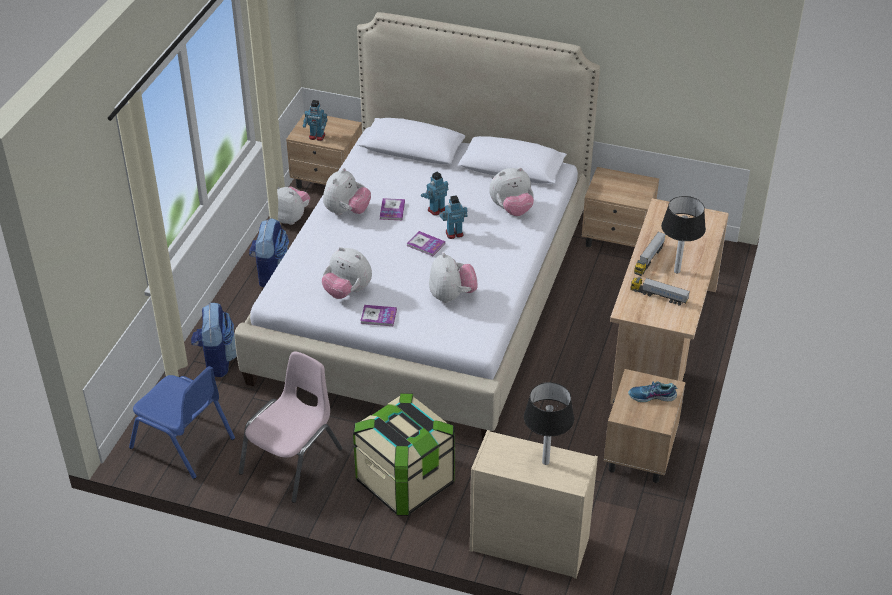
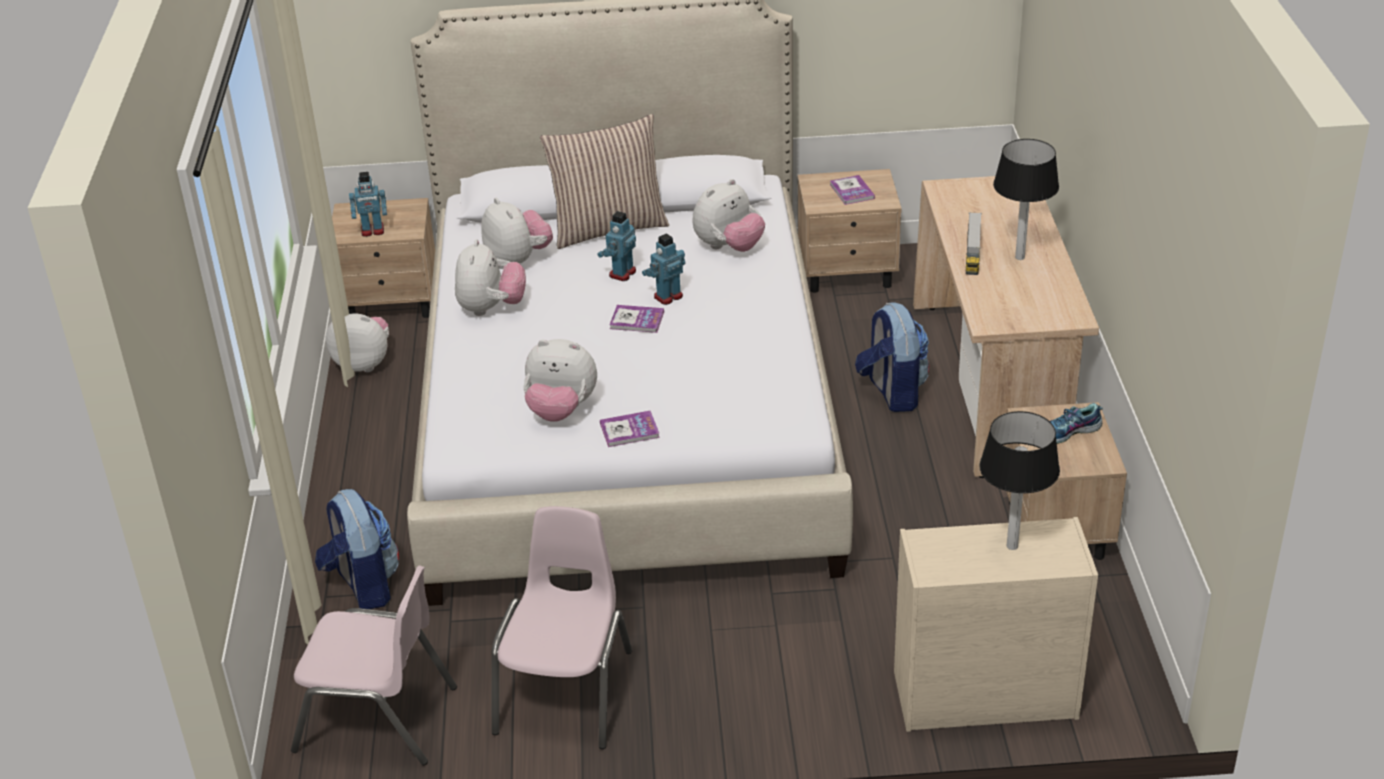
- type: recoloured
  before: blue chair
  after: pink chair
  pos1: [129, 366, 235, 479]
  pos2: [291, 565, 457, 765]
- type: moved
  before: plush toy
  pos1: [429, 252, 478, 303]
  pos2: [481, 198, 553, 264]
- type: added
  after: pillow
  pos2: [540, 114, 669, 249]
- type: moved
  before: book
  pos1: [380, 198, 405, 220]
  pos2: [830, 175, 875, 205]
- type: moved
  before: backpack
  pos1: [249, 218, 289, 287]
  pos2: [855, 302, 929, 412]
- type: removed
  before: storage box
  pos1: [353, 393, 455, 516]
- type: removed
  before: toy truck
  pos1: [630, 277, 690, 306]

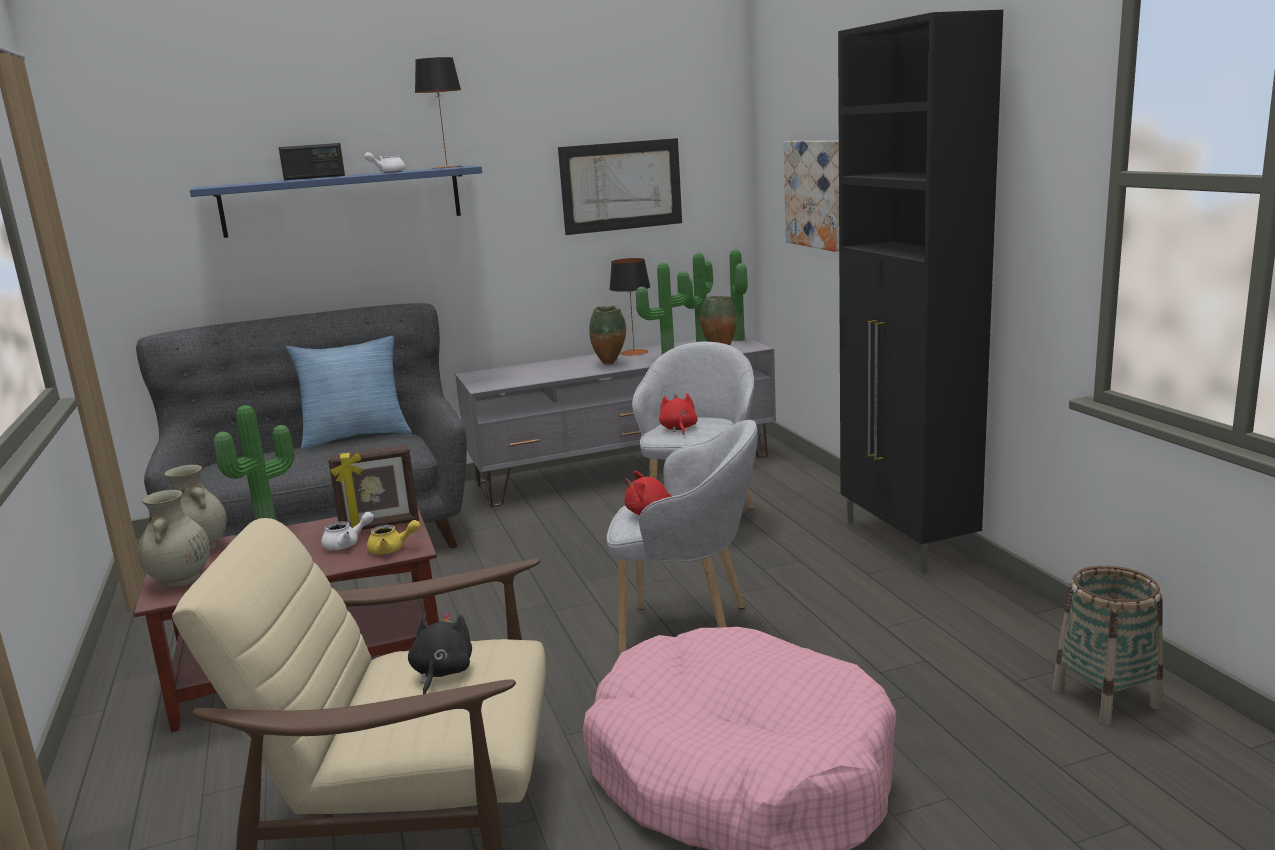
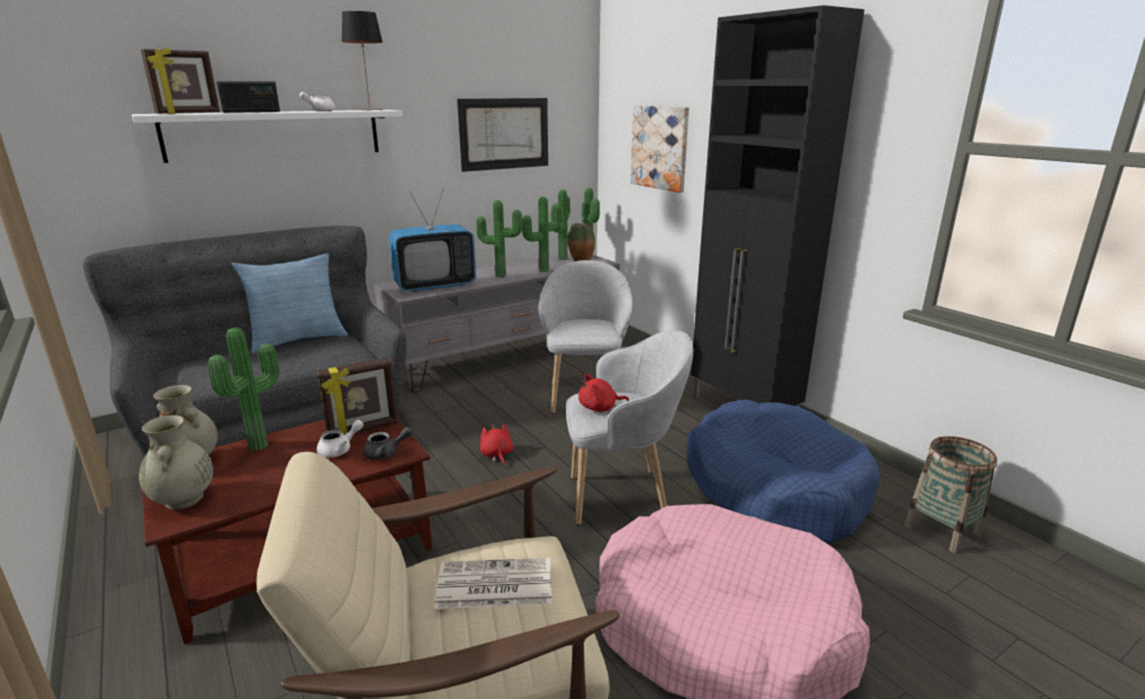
- type: recoloured
  before: blue shelf
  after: white shelf
  pos1: [190, 165, 482, 238]
  pos2: [132, 110, 403, 163]
- type: added
  after: picture frame
  pos2: [141, 47, 220, 114]
- type: recoloured
  before: yellow teapot
  after: grey teapot
  pos1: [367, 520, 420, 554]
  pos2: [363, 427, 413, 460]
- type: added
  after: television
  pos2: [388, 188, 476, 292]
- type: replaced
  before: black plush toy
  after: newspaper
  pos1: [408, 611, 472, 694]
  pos2: [434, 558, 552, 609]
- type: replaced
  before: vase
  after: potted plant
  pos1: [589, 306, 626, 365]
  pos2: [476, 200, 523, 278]
- type: moved
  before: red plush toy
  pos1: [659, 393, 698, 435]
  pos2: [480, 424, 513, 466]
- type: added
  after: blue dog bed
  pos2: [687, 400, 881, 544]
- type: removed
  before: table lamp
  pos1: [609, 258, 650, 356]

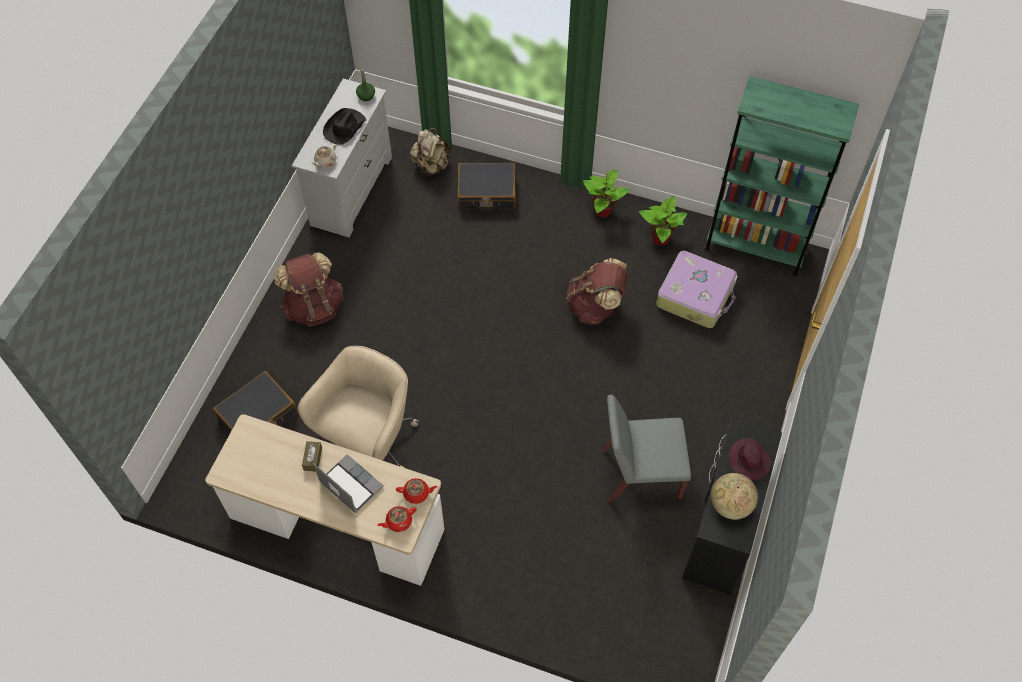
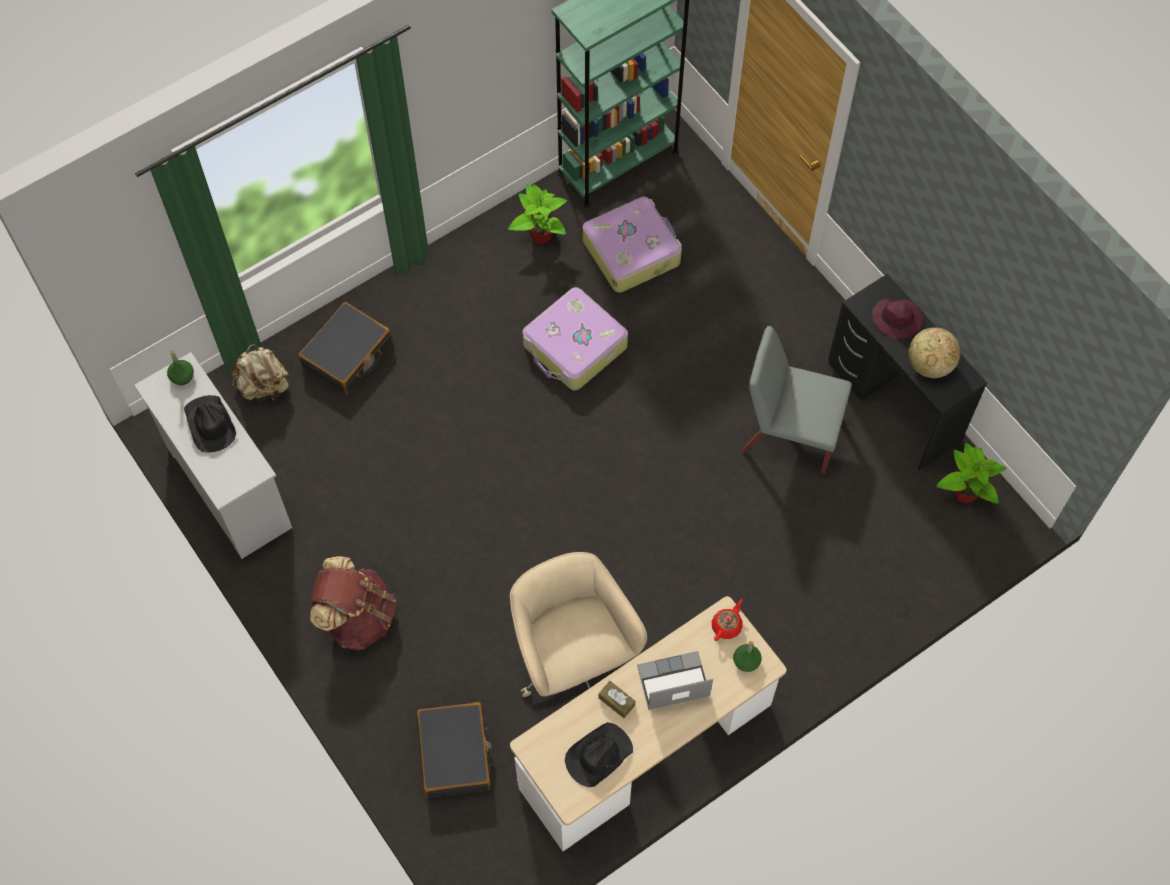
- type: replaced
  before: brown backpack
  after: suitcase
  pos1: [566, 258, 628, 325]
  pos2: [522, 287, 628, 391]
- type: added
  after: black hat
  pos2: [565, 722, 633, 787]
- type: replaced
  before: red teapot
  after: green bottle
  pos1: [377, 506, 417, 532]
  pos2: [733, 641, 762, 672]
- type: turned
  before: grey chair
  pos1: [603, 394, 691, 503]
  pos2: [741, 326, 852, 474]
  turn: 75
- type: moved
  before: potted plant
  pos1: [583, 169, 630, 218]
  pos2: [936, 443, 1007, 504]
- type: removed
  before: beige teapot
  pos1: [311, 144, 336, 167]

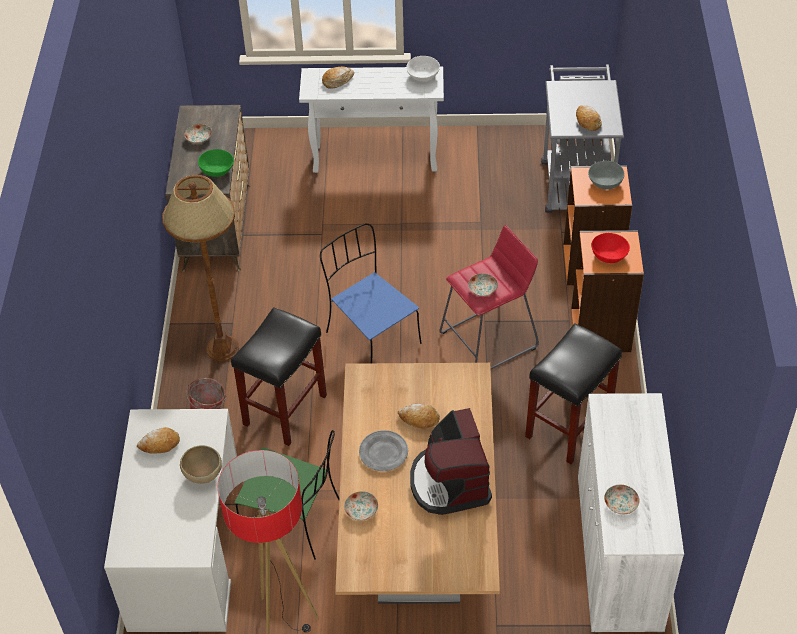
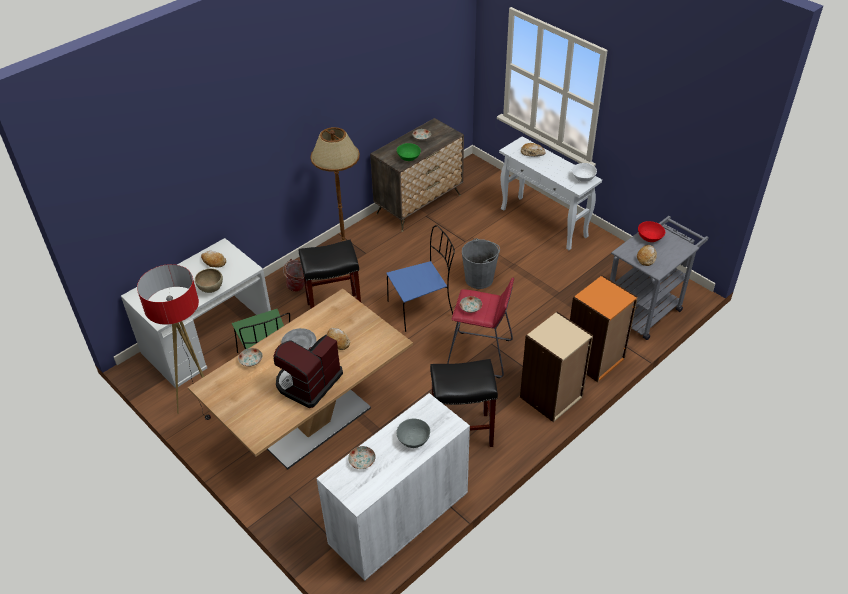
- type: turned
  before: blue chair
  pos1: [320, 223, 422, 363]
  pos2: [386, 225, 455, 332]
  turn: 60
- type: moved
  before: grey bowl
  pos1: [588, 161, 625, 189]
  pos2: [396, 419, 430, 448]
- type: added
  after: grey bucket
  pos2: [462, 238, 500, 289]
- type: recoloured
  before: orange bookcase
  after: beige bookcase
  pos1: [571, 230, 644, 352]
  pos2: [520, 312, 593, 422]
- type: moved
  before: red bowl
  pos1: [592, 233, 630, 263]
  pos2: [638, 221, 665, 242]

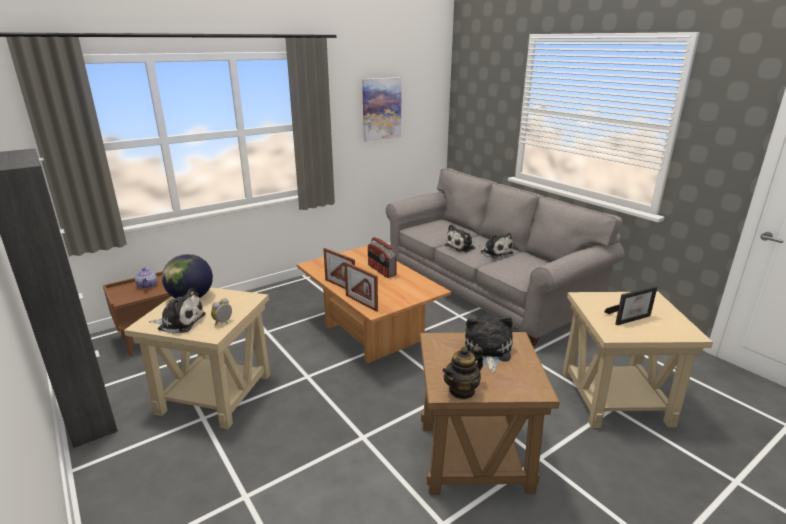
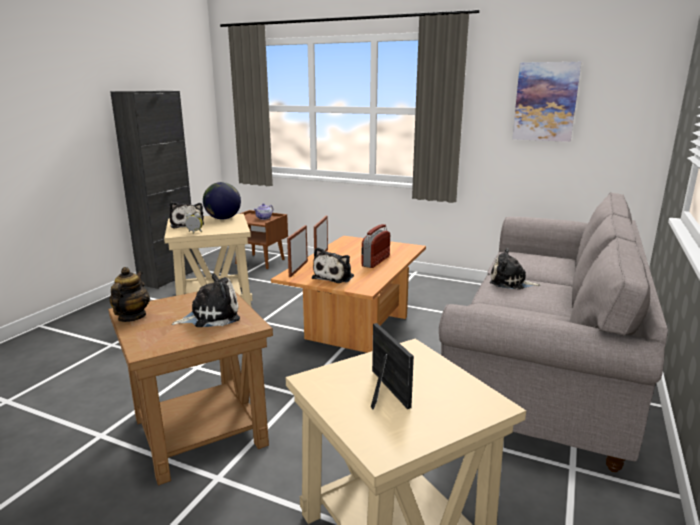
- type: turned
  before: teapot
  pos1: [442, 346, 483, 400]
  pos2: [109, 267, 150, 322]
  turn: 75
- type: moved
  before: plush toy
  pos1: [479, 233, 513, 259]
  pos2: [312, 247, 354, 283]
- type: turned
  before: picture frame
  pos1: [604, 286, 657, 325]
  pos2: [371, 323, 414, 410]
  turn: -150

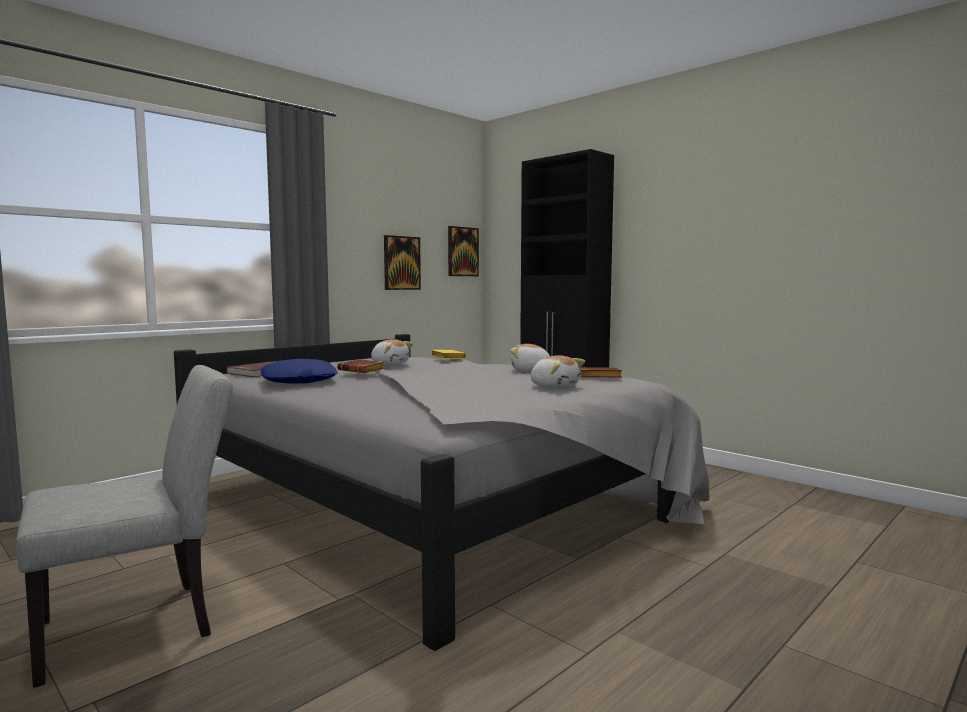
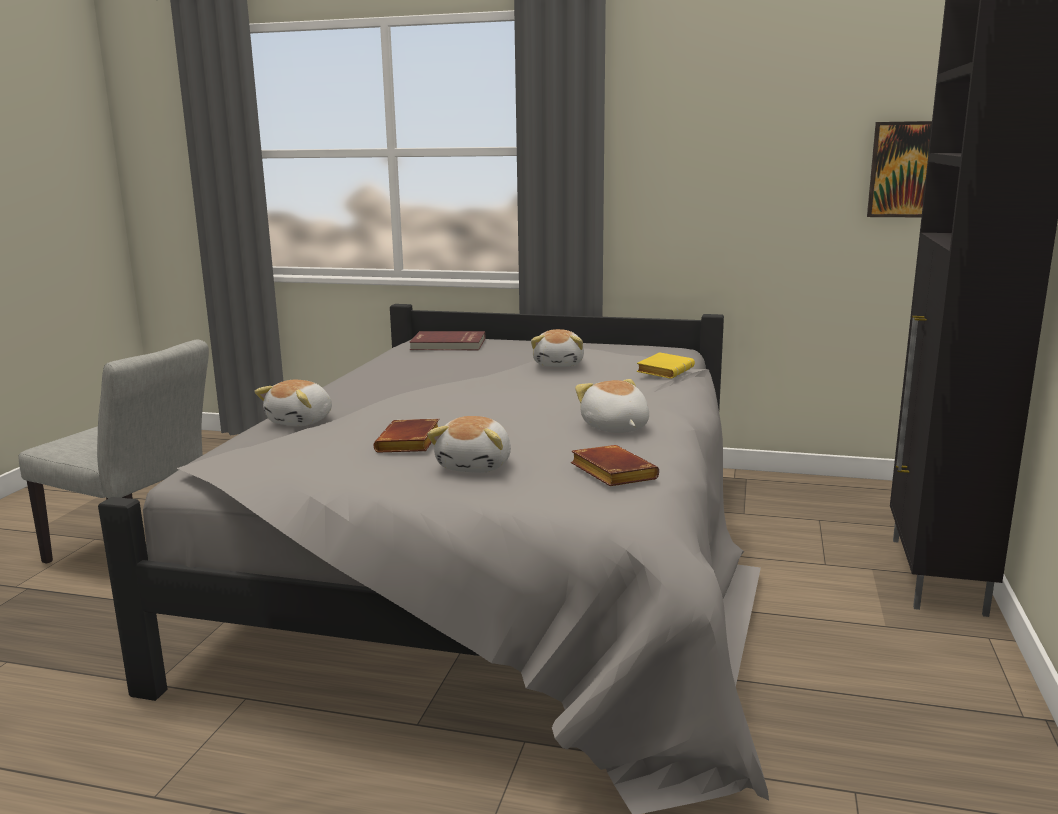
- type: added
  after: plush toy
  pos2: [254, 380, 332, 426]
- type: moved
  before: brown book
  pos1: [337, 359, 384, 373]
  pos2: [374, 419, 439, 453]
- type: removed
  before: blue pillow
  pos1: [261, 359, 338, 384]
- type: removed
  before: picture
  pos1: [384, 235, 421, 290]

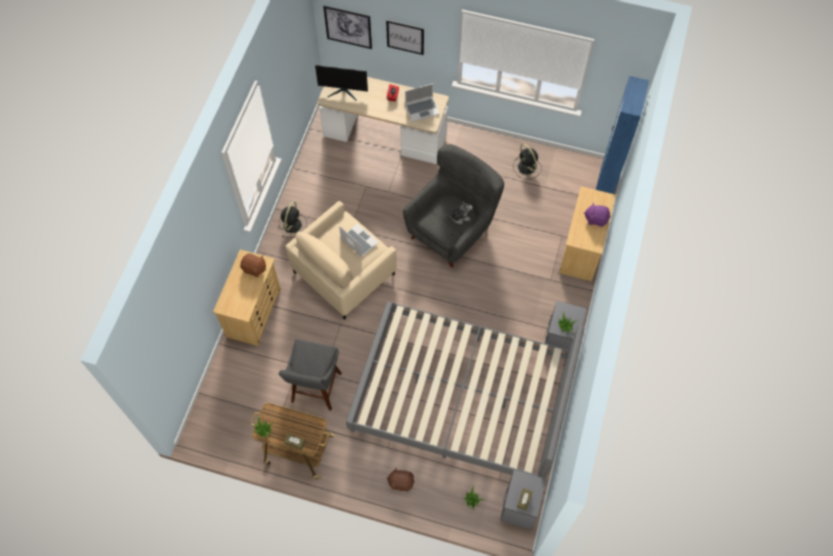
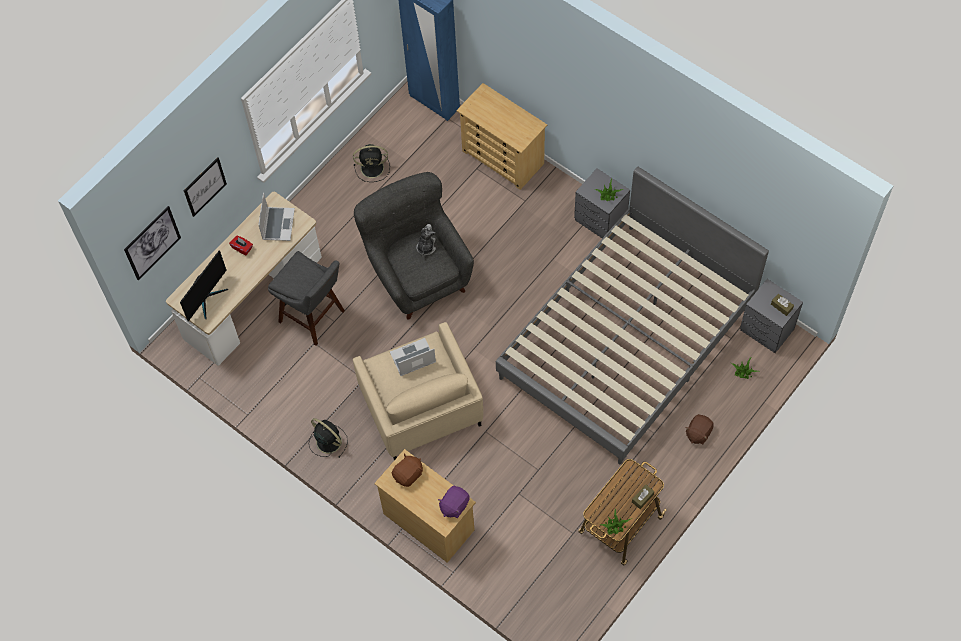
- type: moved
  before: grey stool
  pos1: [279, 339, 342, 411]
  pos2: [268, 251, 345, 346]
- type: moved
  before: purple plush toy
  pos1: [584, 203, 610, 227]
  pos2: [438, 486, 470, 518]

